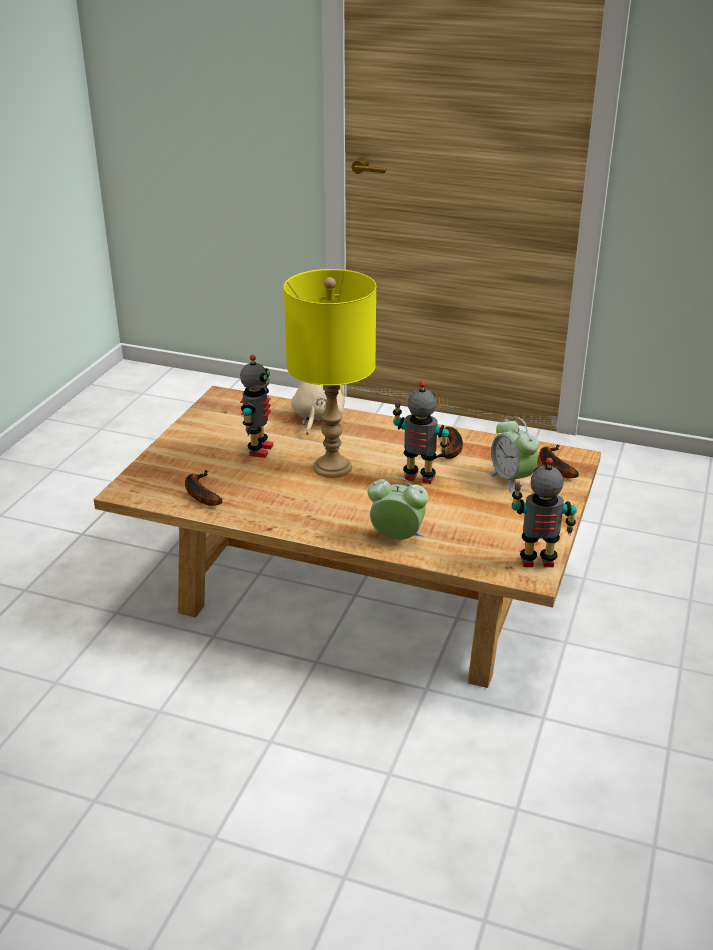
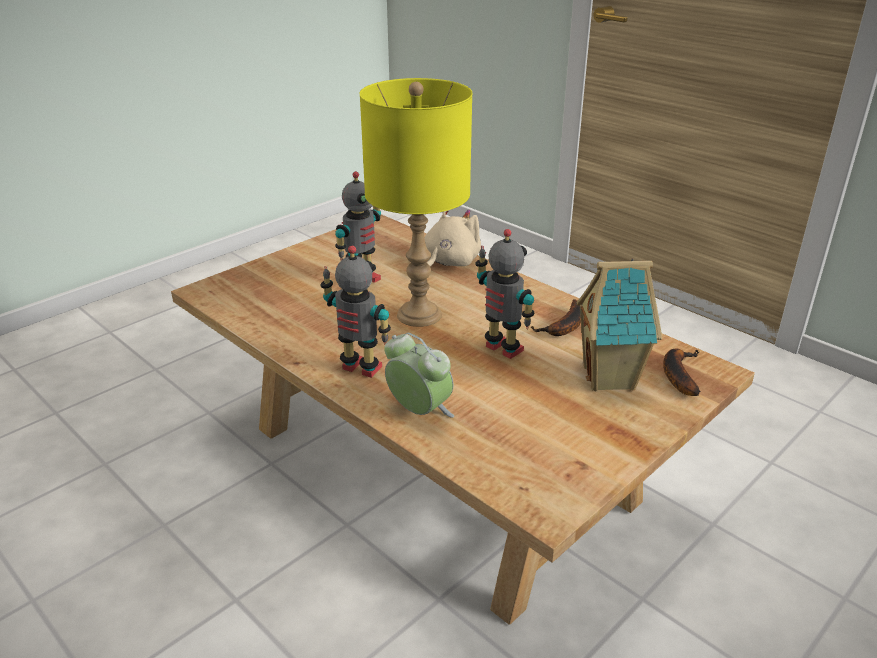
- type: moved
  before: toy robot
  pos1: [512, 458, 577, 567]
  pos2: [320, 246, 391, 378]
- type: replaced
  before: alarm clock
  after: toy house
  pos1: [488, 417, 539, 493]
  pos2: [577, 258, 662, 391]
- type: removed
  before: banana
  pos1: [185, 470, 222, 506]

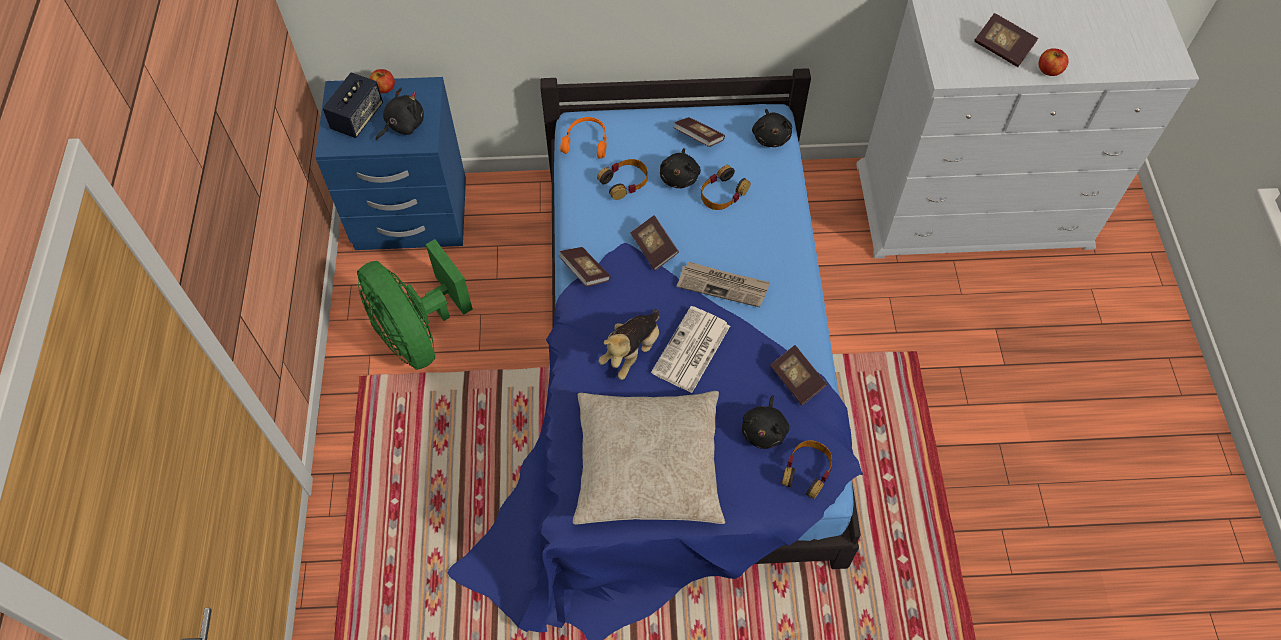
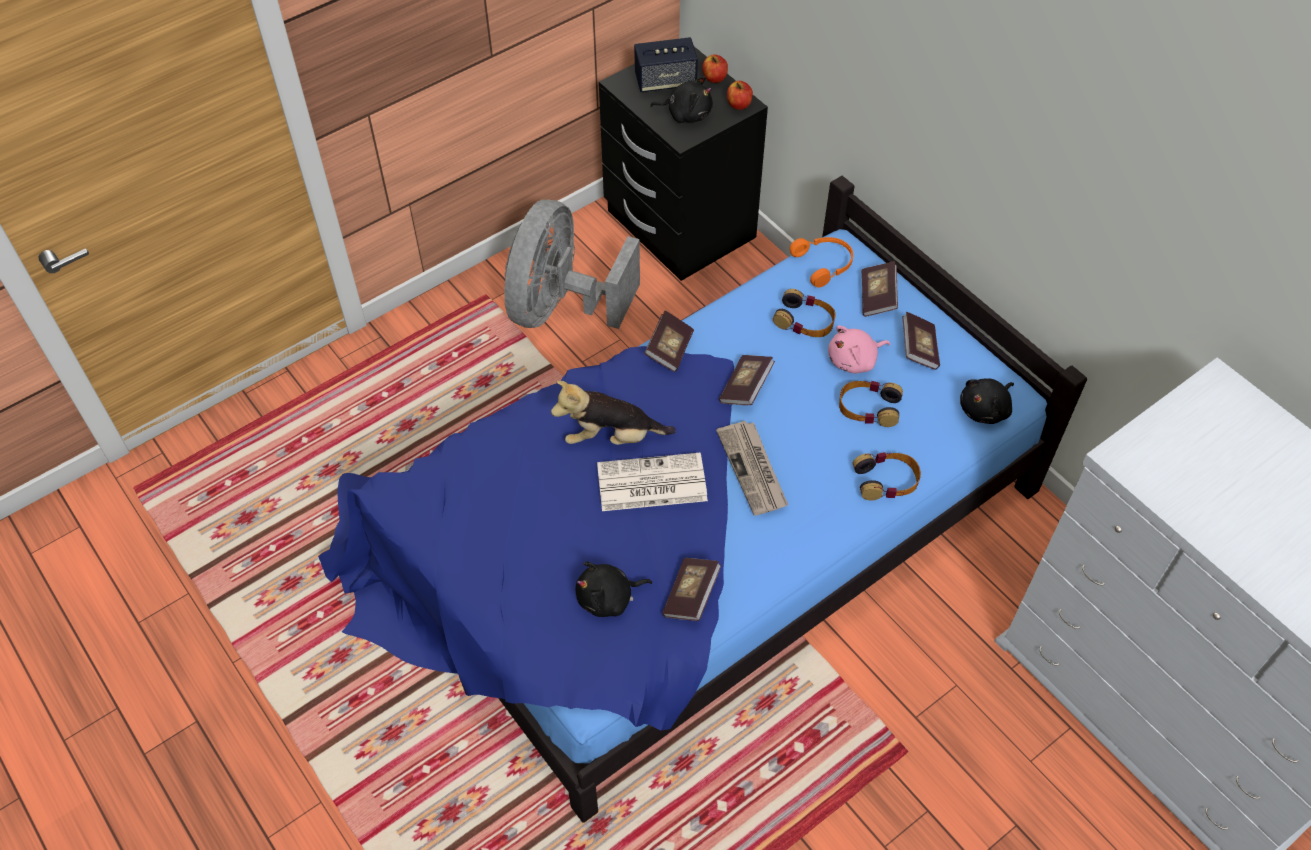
- type: recoloured
  before: green fan
  after: grey fan
  pos1: [357, 239, 473, 370]
  pos2: [504, 200, 640, 329]
- type: recoloured
  before: blue nightstand
  after: black nightstand
  pos1: [315, 77, 466, 250]
  pos2: [599, 47, 768, 281]
- type: moved
  before: apple
  pos1: [1039, 48, 1069, 76]
  pos2: [727, 81, 753, 110]
- type: recoloured
  before: black plush toy
  after: pink plush toy
  pos1: [660, 148, 701, 188]
  pos2: [828, 326, 890, 373]
- type: moved
  before: headphones
  pos1: [782, 440, 832, 499]
  pos2: [853, 452, 921, 501]
- type: moved
  before: book
  pos1: [974, 13, 1038, 67]
  pos2: [861, 261, 898, 317]
- type: removed
  before: beige pillow
  pos1: [573, 391, 725, 525]

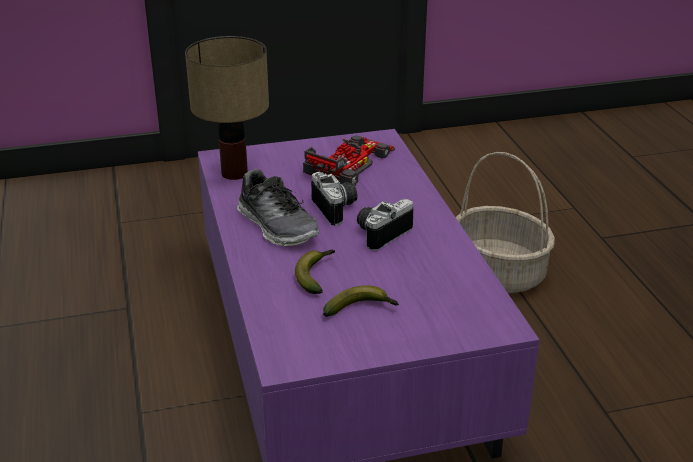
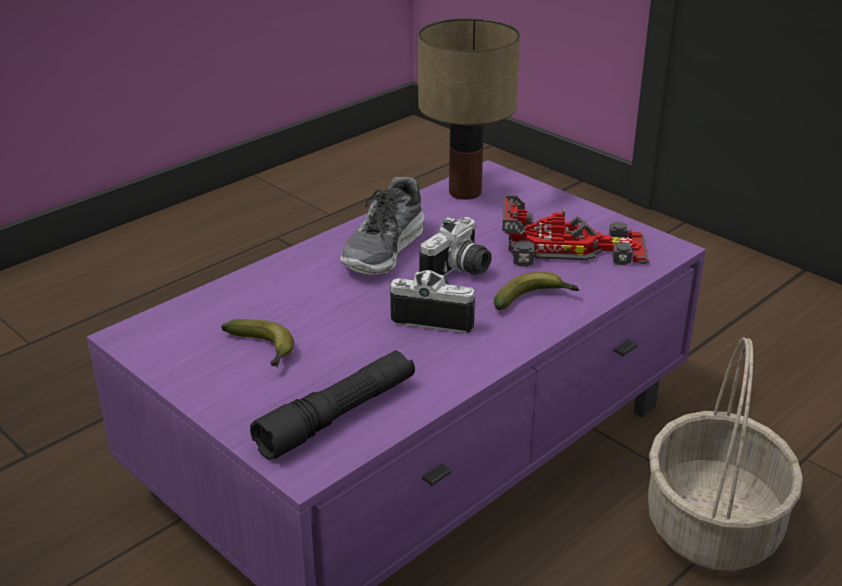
- type: added
  after: black flashlight
  pos2: [250, 350, 415, 460]
- type: moved
  before: banana
  pos1: [295, 249, 335, 294]
  pos2: [494, 272, 579, 310]

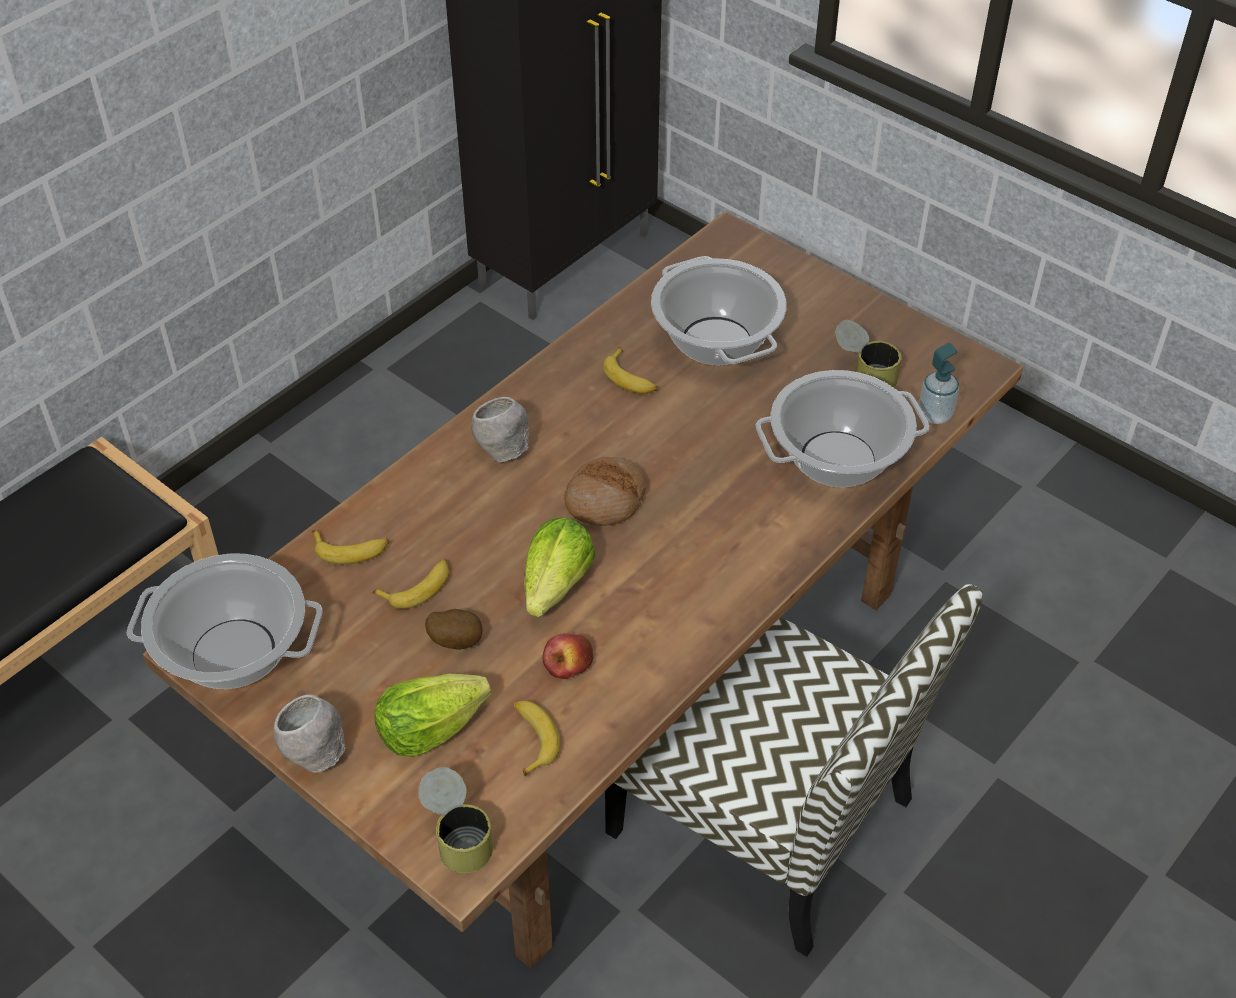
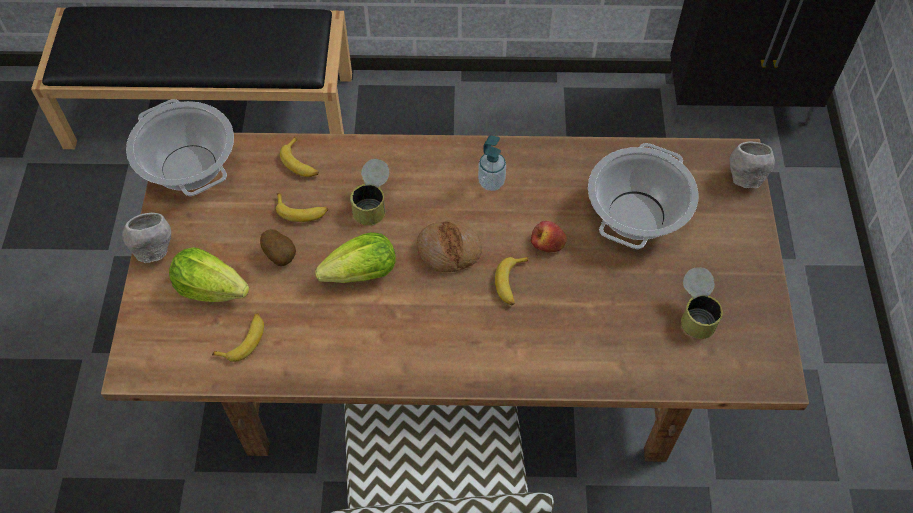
- type: moved
  before: can
  pos1: [418, 767, 493, 873]
  pos2: [350, 158, 390, 226]
- type: moved
  before: soap dispenser
  pos1: [919, 343, 959, 424]
  pos2: [478, 136, 506, 191]
- type: moved
  before: banana
  pos1: [603, 347, 658, 394]
  pos2: [495, 257, 528, 306]
- type: moved
  before: apple
  pos1: [543, 634, 594, 679]
  pos2: [531, 221, 567, 253]
- type: moved
  before: grey bowl
  pos1: [471, 397, 529, 463]
  pos2: [729, 141, 775, 188]
- type: removed
  before: cooking pot
  pos1: [756, 370, 930, 487]

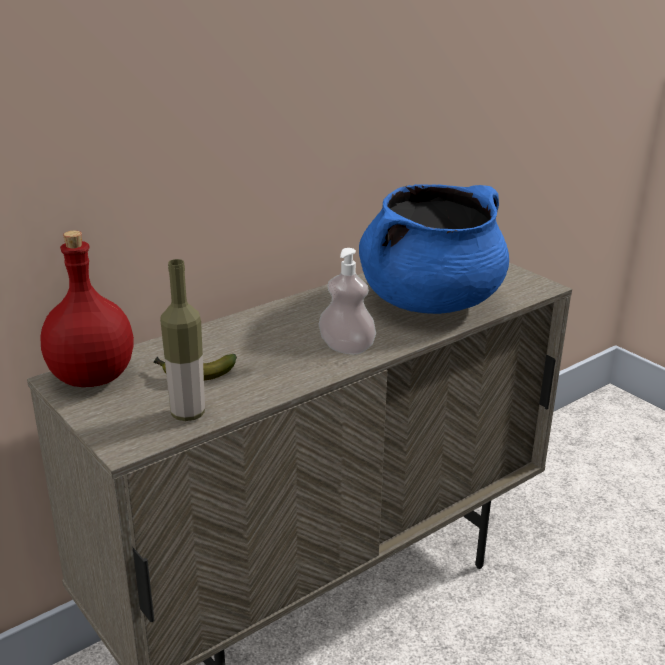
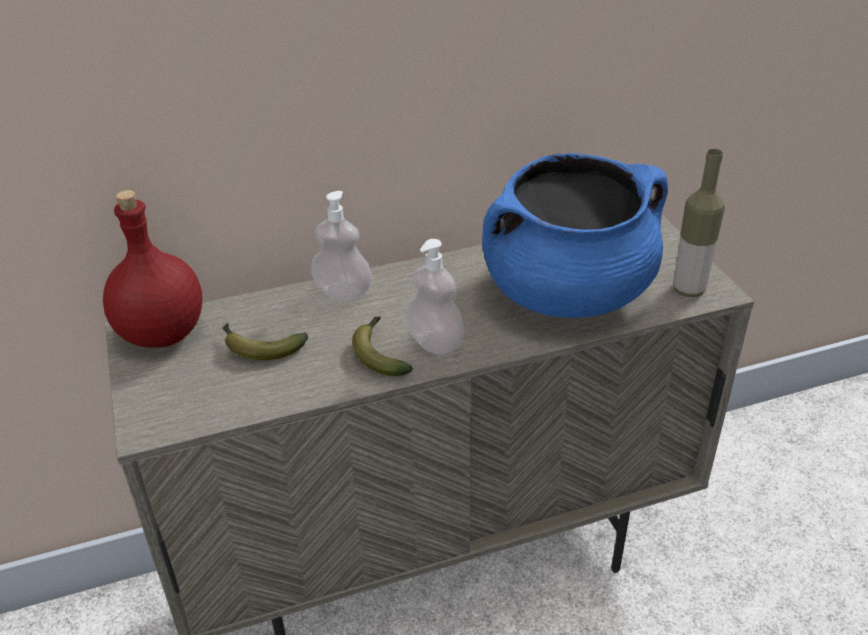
- type: added
  after: soap dispenser
  pos2: [311, 191, 372, 301]
- type: added
  after: banana
  pos2: [352, 316, 413, 376]
- type: moved
  before: bottle
  pos1: [160, 259, 205, 421]
  pos2: [673, 149, 725, 297]

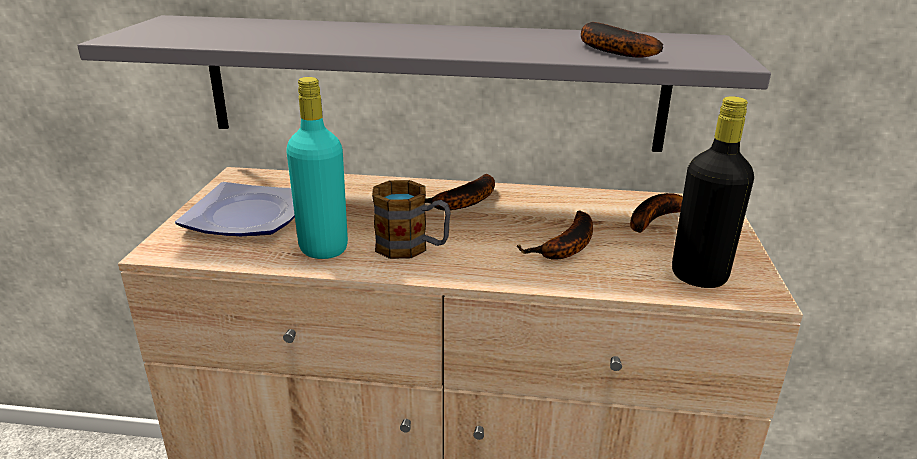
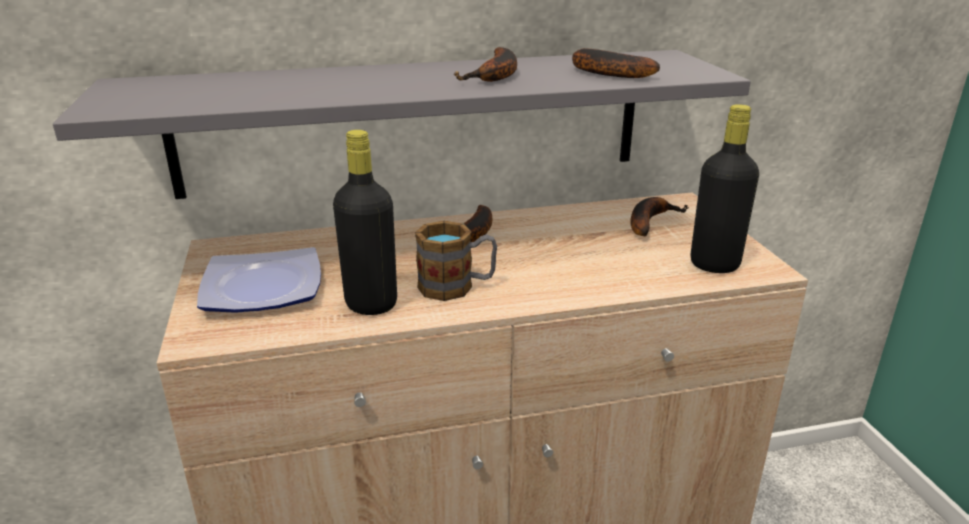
- type: recoloured
  before: turquoise bottle
  after: black bottle
  pos1: [286, 77, 348, 259]
  pos2: [333, 130, 397, 315]
- type: moved
  before: banana
  pos1: [517, 210, 593, 260]
  pos2: [454, 47, 517, 82]

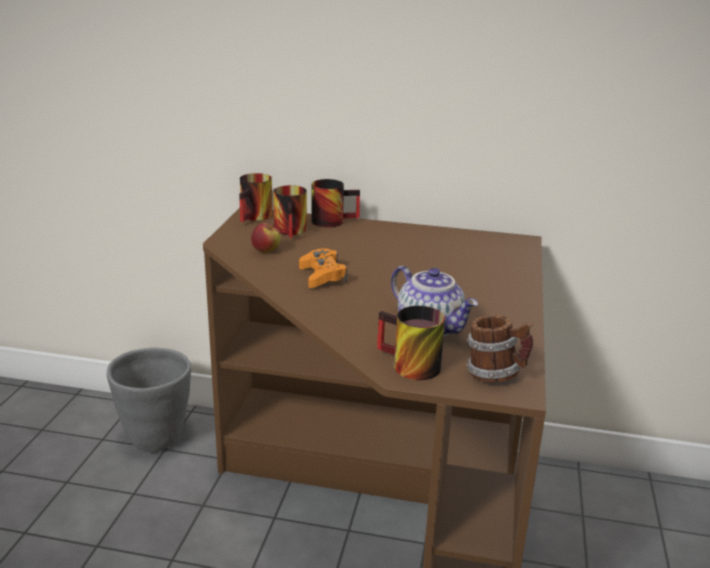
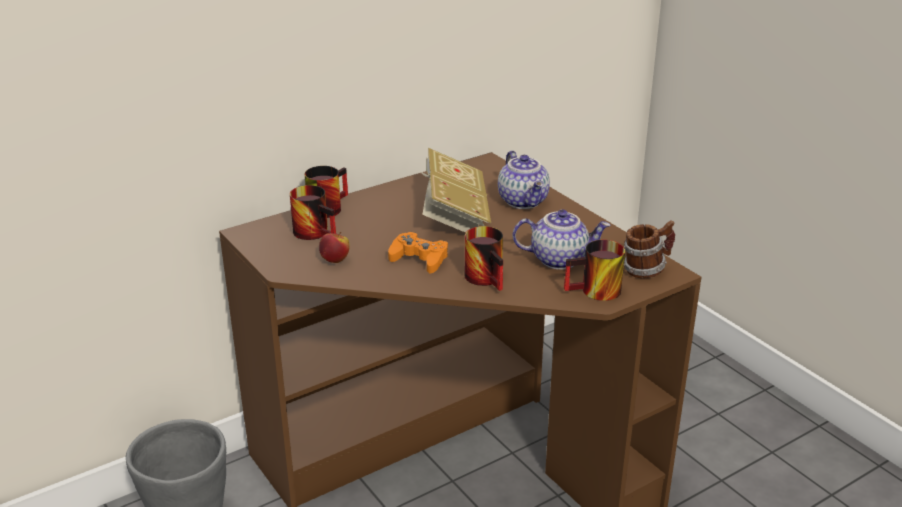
- type: added
  after: book
  pos2: [421, 148, 491, 233]
- type: moved
  before: mug
  pos1: [239, 173, 273, 222]
  pos2: [465, 226, 503, 291]
- type: added
  after: teapot
  pos2: [498, 151, 550, 209]

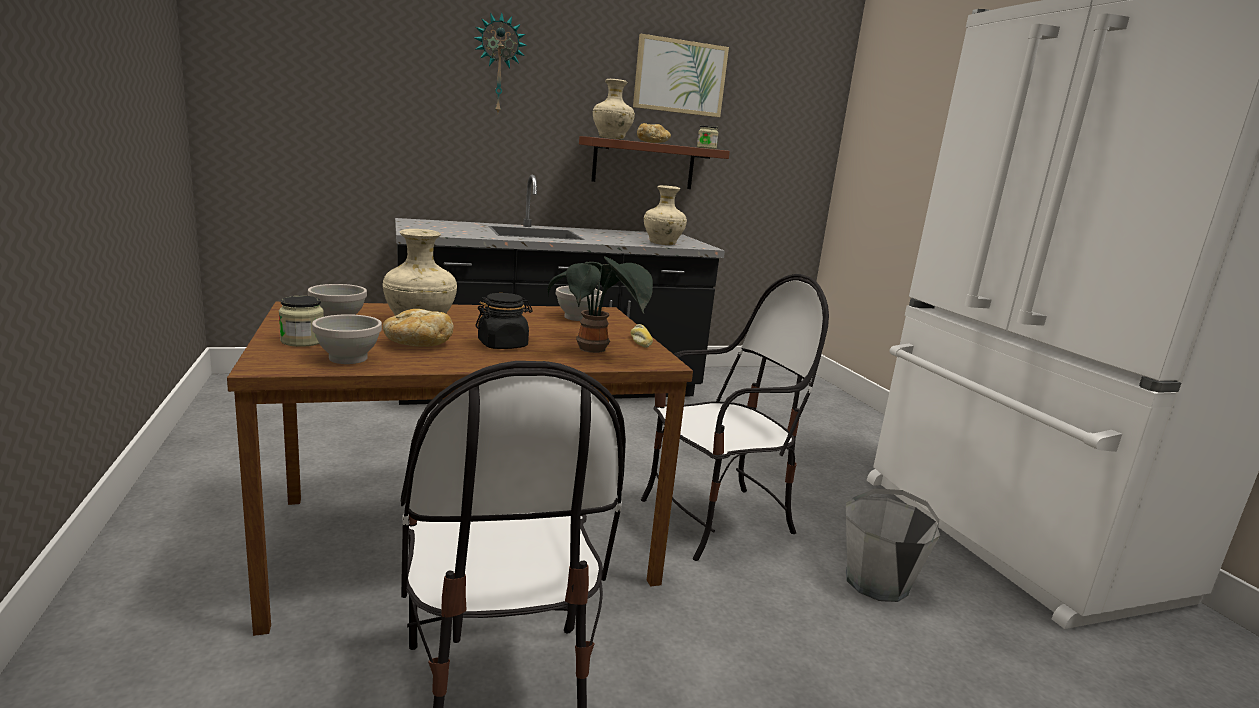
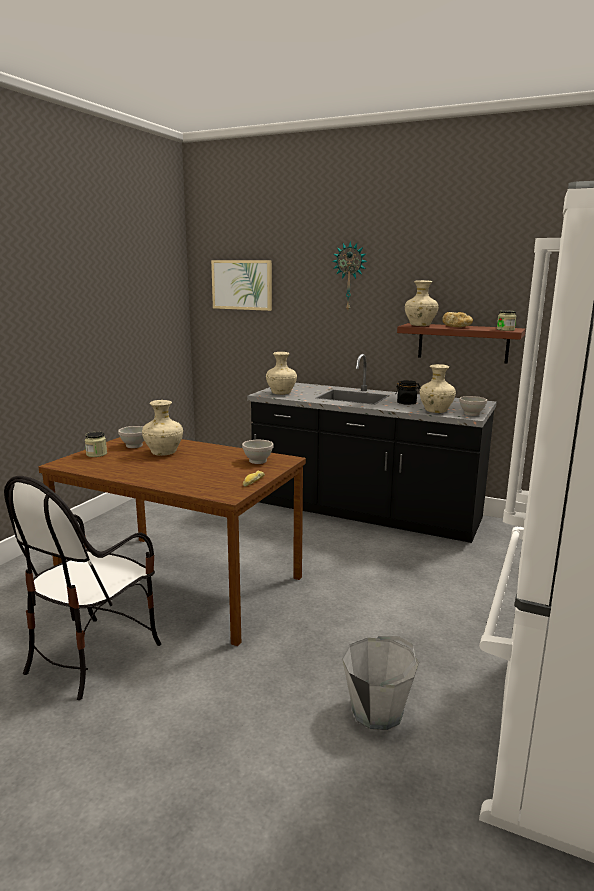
- type: moved
  before: picture
  pos1: [633, 34, 729, 117]
  pos2: [211, 260, 272, 311]
- type: added
  after: beige vase
  pos2: [266, 352, 297, 395]
- type: moved
  before: black jar
  pos1: [475, 293, 533, 349]
  pos2: [395, 380, 421, 405]
- type: moved
  before: white bowl
  pos1: [312, 314, 382, 364]
  pos2: [459, 396, 487, 416]
- type: removed
  before: bread
  pos1: [383, 309, 453, 347]
- type: removed
  before: potted plant
  pos1: [548, 256, 653, 353]
- type: removed
  before: chair
  pos1: [641, 274, 829, 561]

